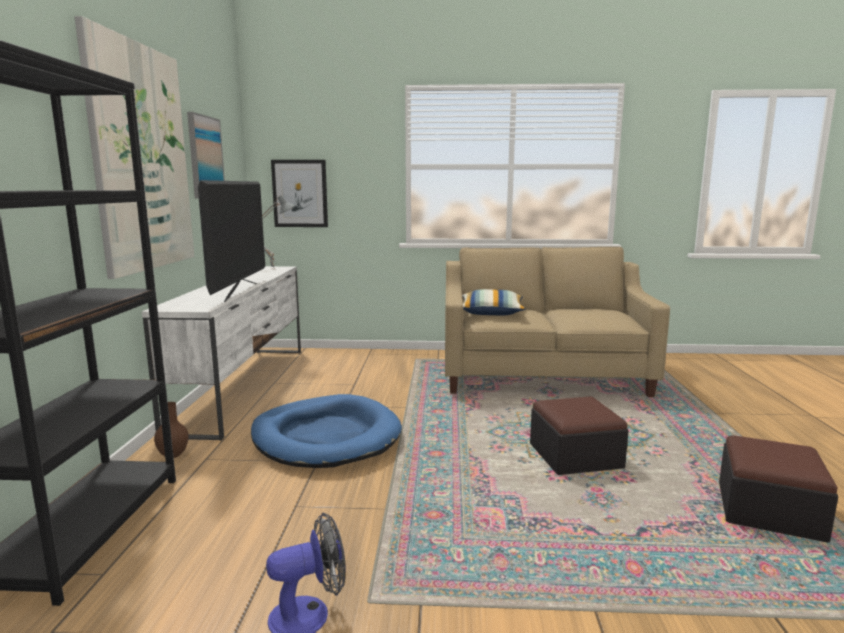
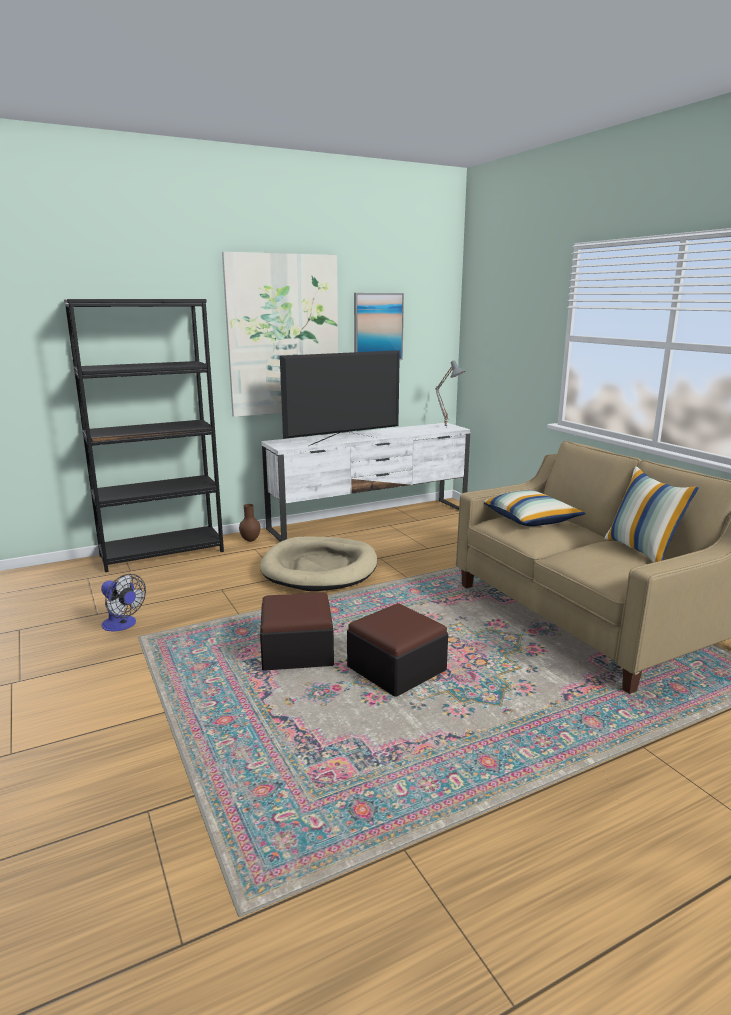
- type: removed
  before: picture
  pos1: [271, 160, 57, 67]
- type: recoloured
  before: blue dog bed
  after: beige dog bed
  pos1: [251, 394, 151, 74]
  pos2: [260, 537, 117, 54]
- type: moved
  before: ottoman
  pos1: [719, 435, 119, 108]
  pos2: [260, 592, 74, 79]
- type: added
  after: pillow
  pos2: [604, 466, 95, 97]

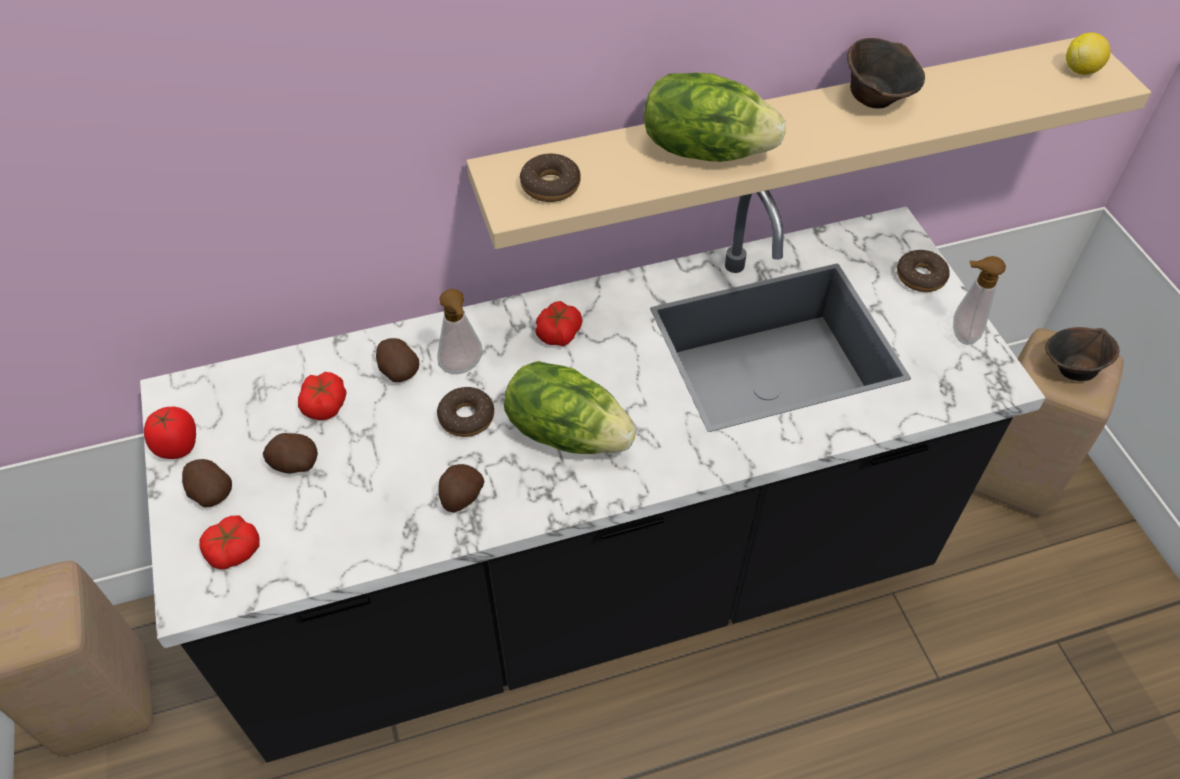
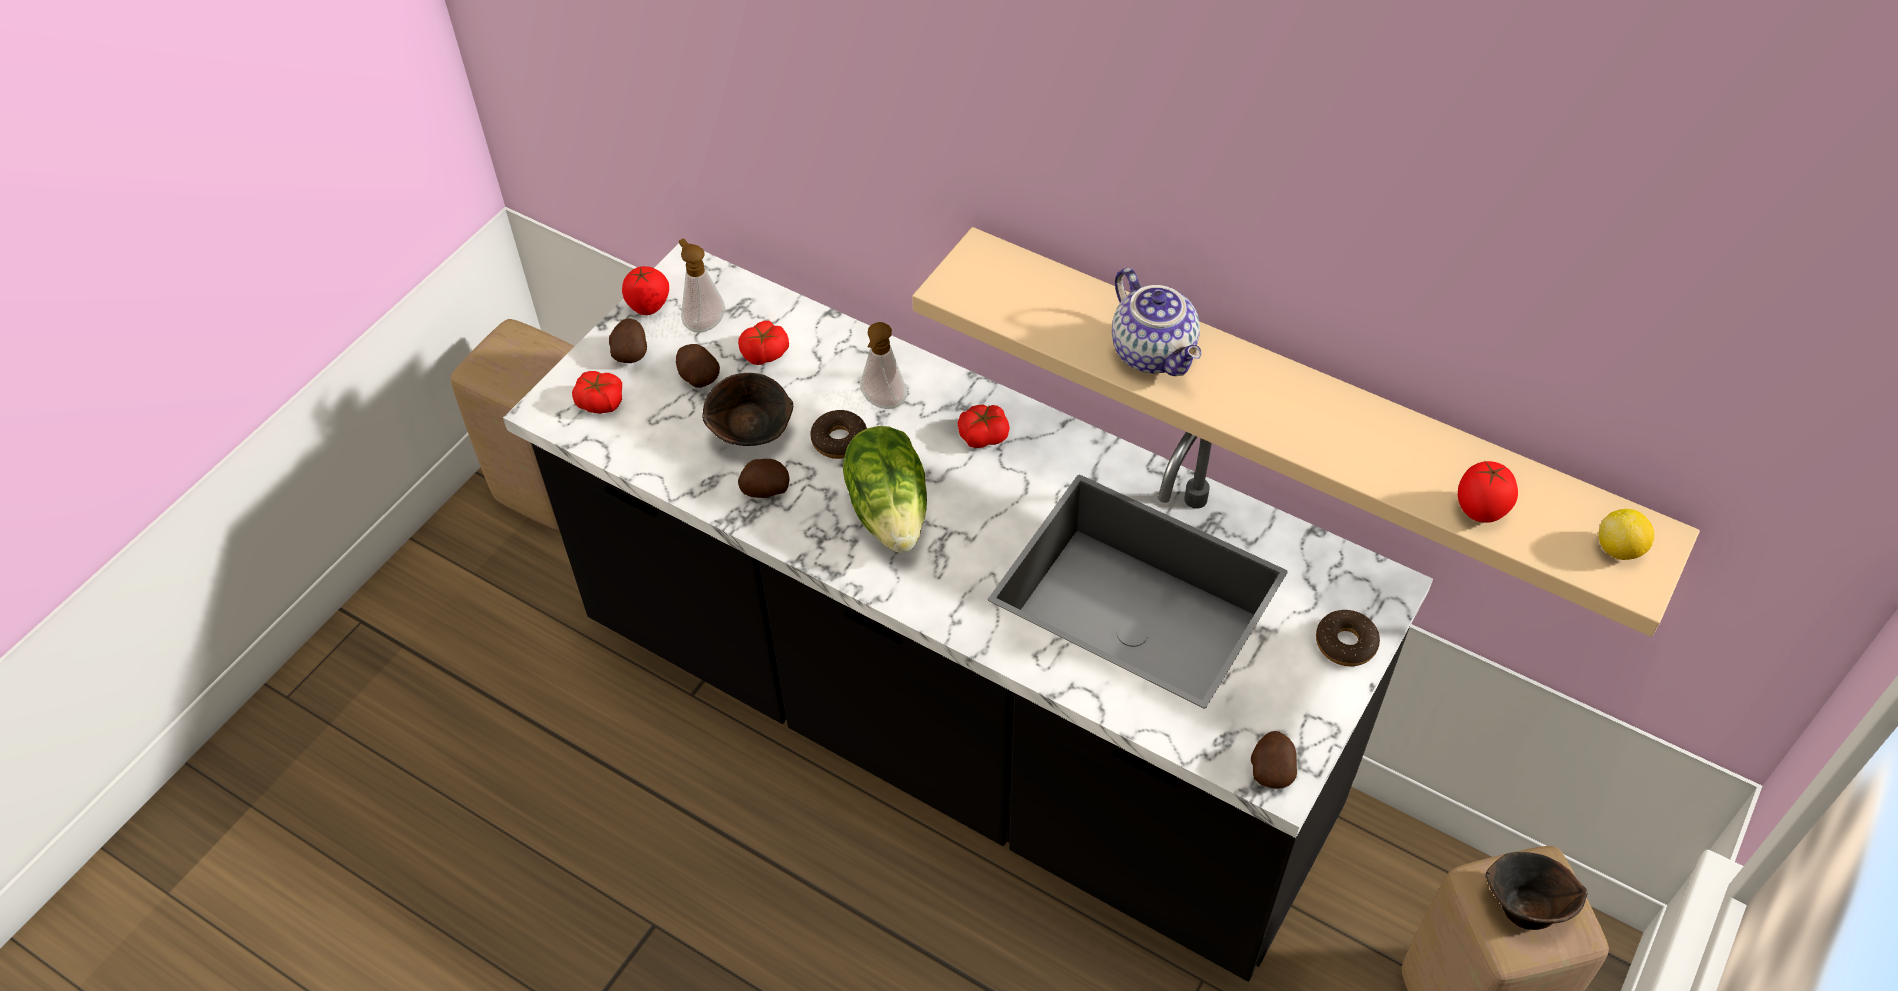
- type: moved
  before: brown bowl
  pos1: [847, 38, 78, 70]
  pos2: [702, 373, 91, 73]
- type: replaced
  before: lettuce
  after: teapot
  pos1: [644, 73, 142, 89]
  pos2: [1112, 268, 89, 108]
- type: removed
  before: donut
  pos1: [520, 154, 61, 48]
- type: moved
  before: soap dispenser
  pos1: [953, 256, 53, 89]
  pos2: [679, 239, 46, 94]
- type: moved
  before: potato
  pos1: [376, 338, 43, 44]
  pos2: [1251, 731, 46, 58]
- type: added
  after: tomato
  pos2: [1458, 460, 60, 63]

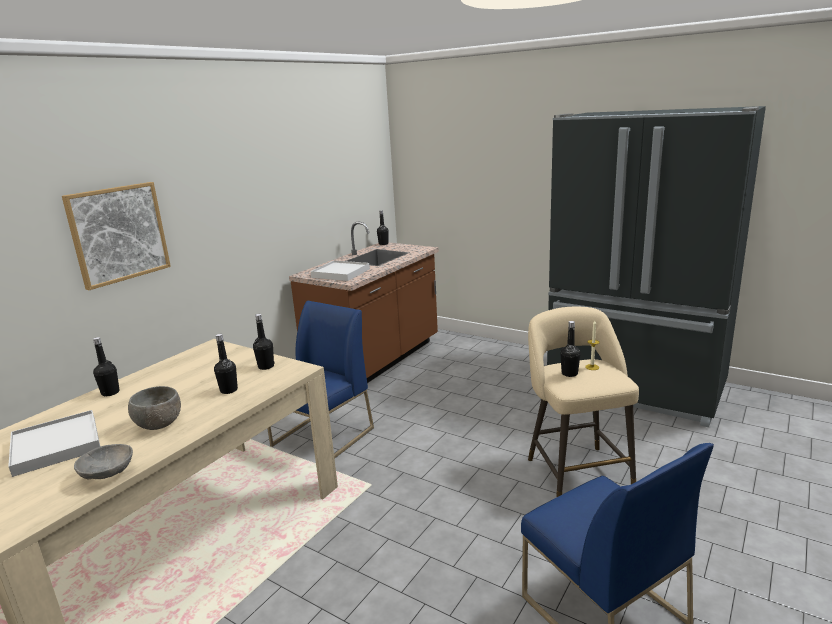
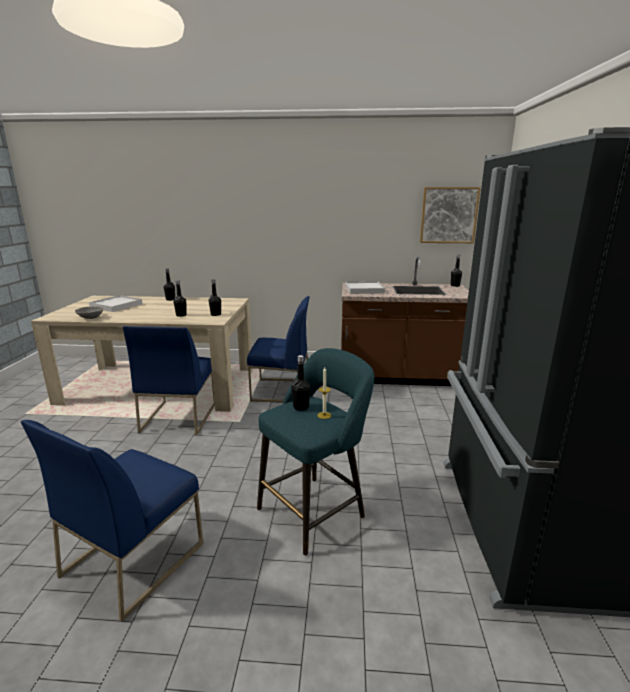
- type: moved
  before: picture
  pos1: [62, 182, 109, 108]
  pos2: [420, 187, 61, 56]
- type: recoloured
  before: beige stool
  after: turquoise stool
  pos1: [528, 307, 111, 190]
  pos2: [257, 348, 117, 208]
- type: removed
  before: grey bowl
  pos1: [128, 386, 53, 44]
- type: added
  after: blue chair
  pos2: [123, 326, 92, 109]

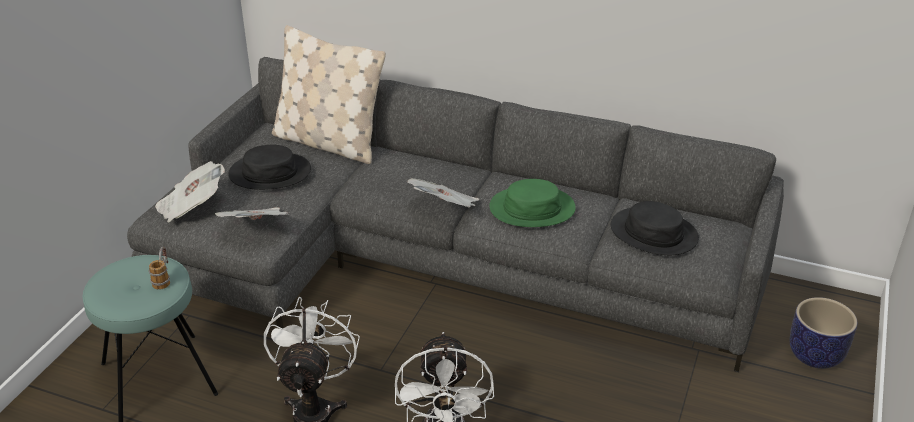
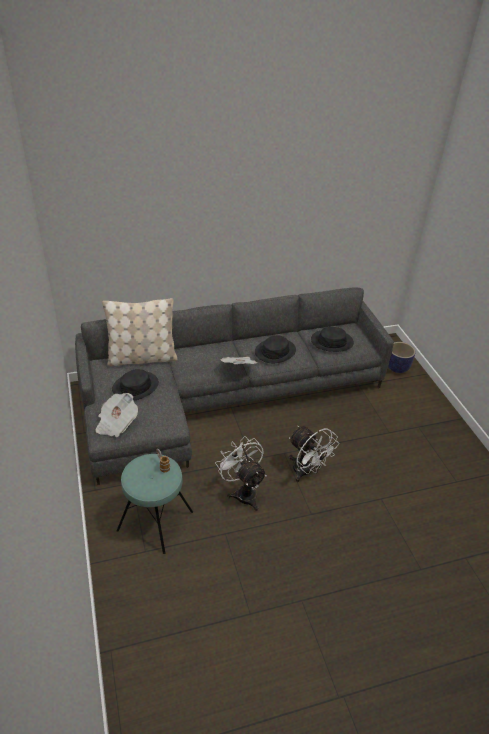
- type: recoloured
  before: green hat
  after: black hat
  pos1: [489, 179, 87, 48]
  pos2: [255, 335, 41, 28]
- type: removed
  before: newspaper
  pos1: [215, 207, 73, 13]

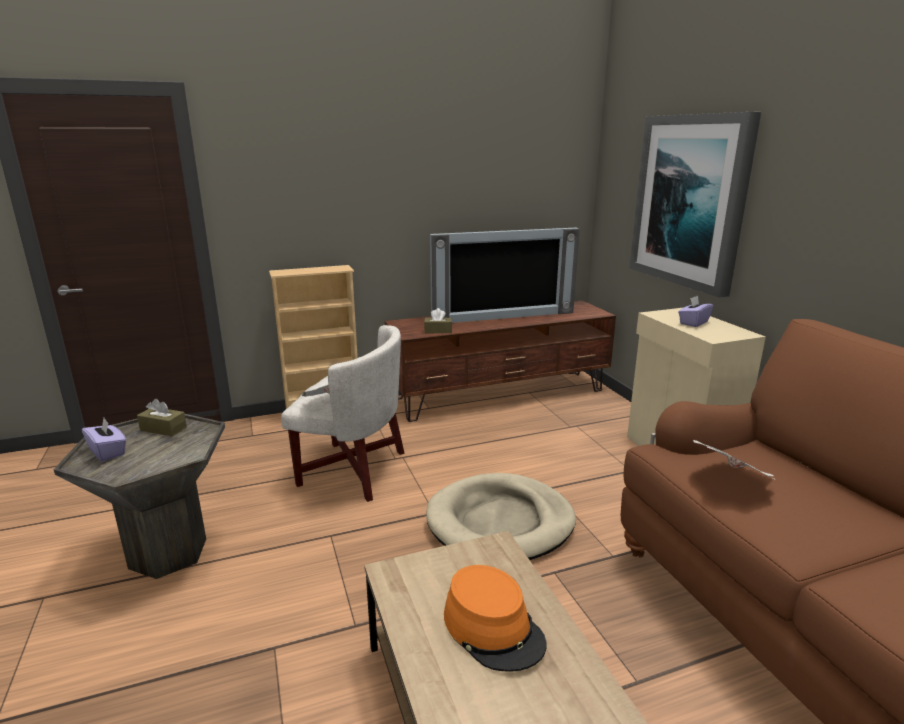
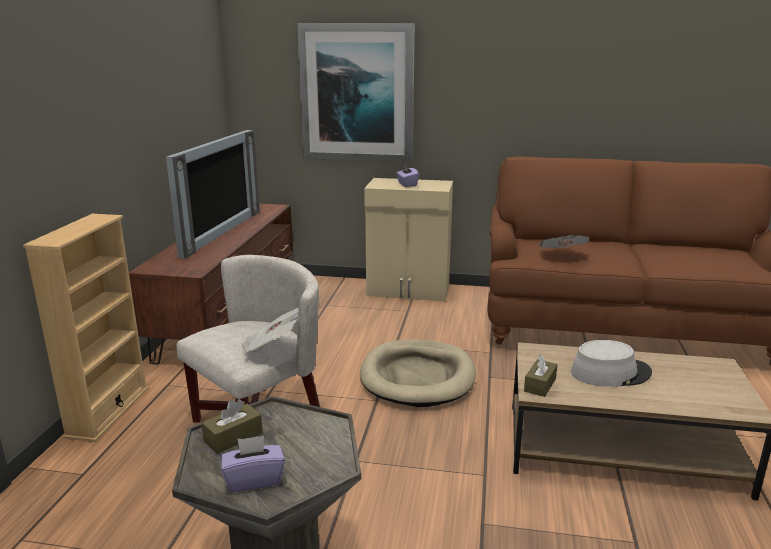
- type: moved
  before: brown tissue box
  pos1: [424, 308, 28, 25]
  pos2: [524, 354, 34, 43]
- type: recoloured
  before: orange hat
  after: grey hat
  pos1: [444, 565, 102, 107]
  pos2: [571, 340, 81, 47]

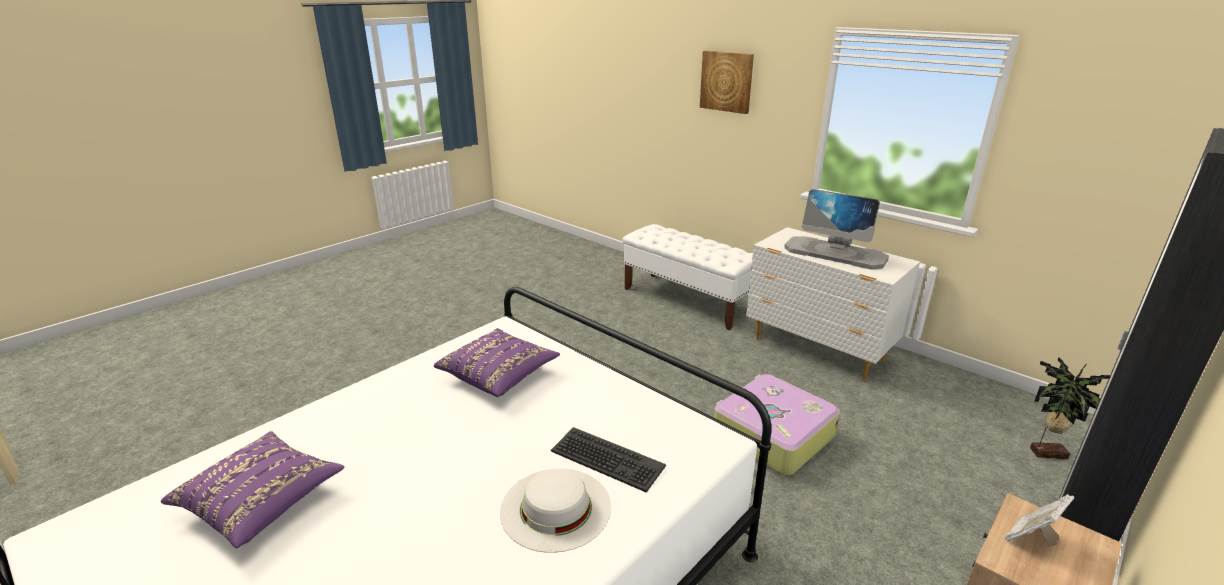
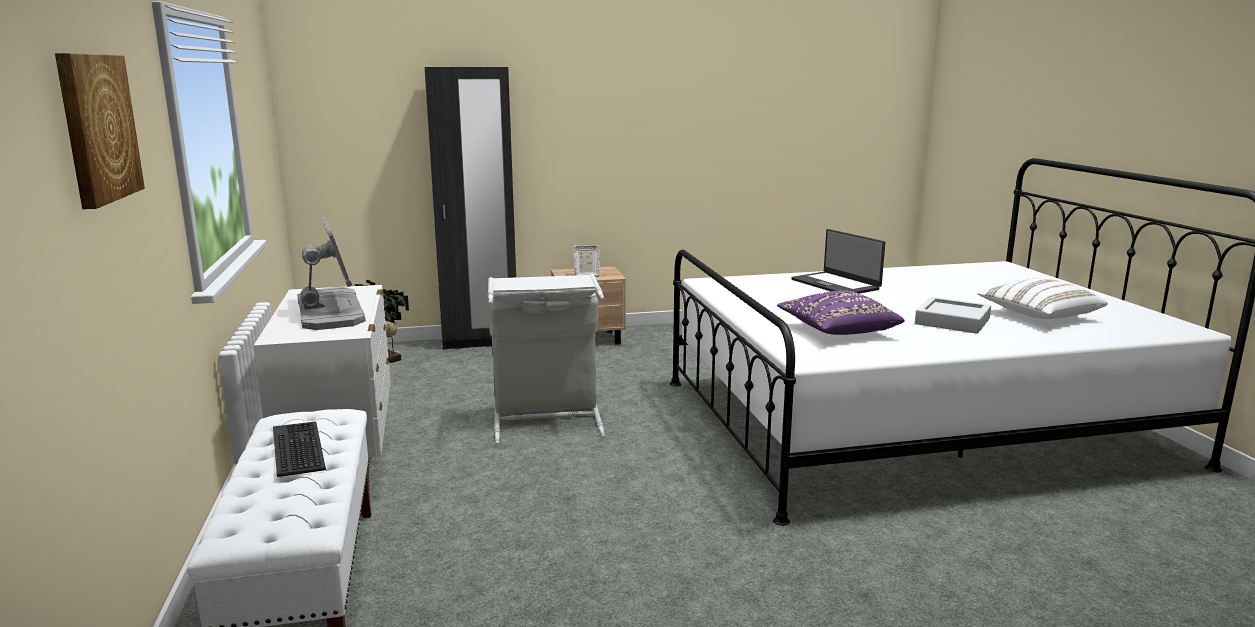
- type: replaced
  before: suitcase
  after: grey laundry basket
  pos1: [714, 374, 126, 102]
  pos2: [487, 274, 118, 171]
- type: moved
  before: keyboard
  pos1: [551, 427, 115, 66]
  pos2: [273, 421, 53, 56]
- type: recoloured
  before: purple pillow
  after: white pillow
  pos1: [161, 431, 183, 117]
  pos2: [977, 278, 131, 41]
- type: replaced
  before: white hat
  after: laptop
  pos1: [500, 469, 111, 84]
  pos2: [792, 229, 93, 65]
- type: added
  after: grey tray
  pos2: [915, 297, 76, 36]

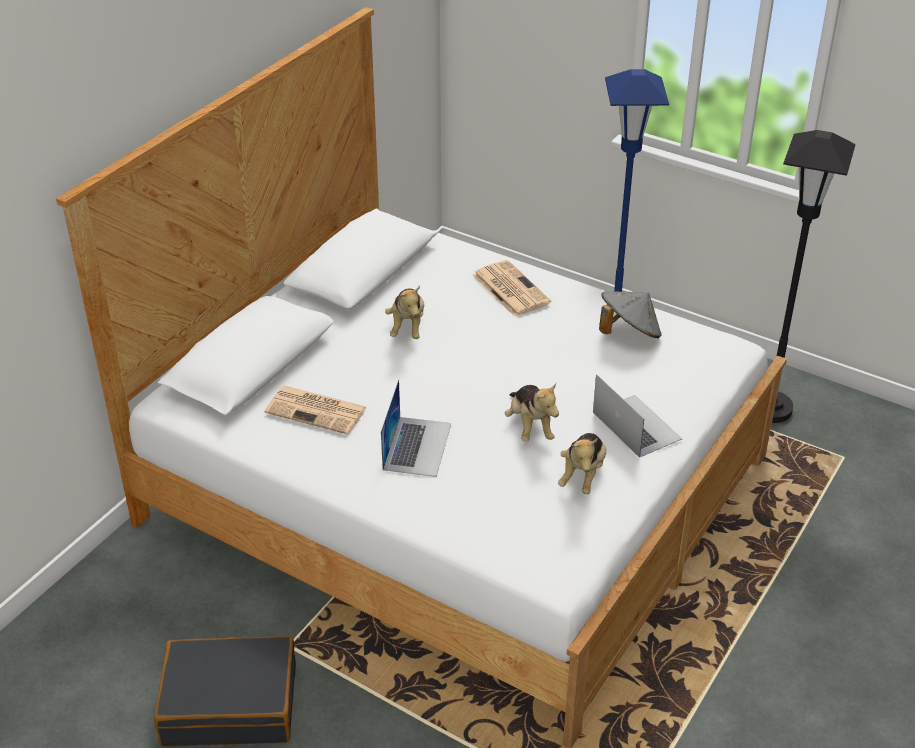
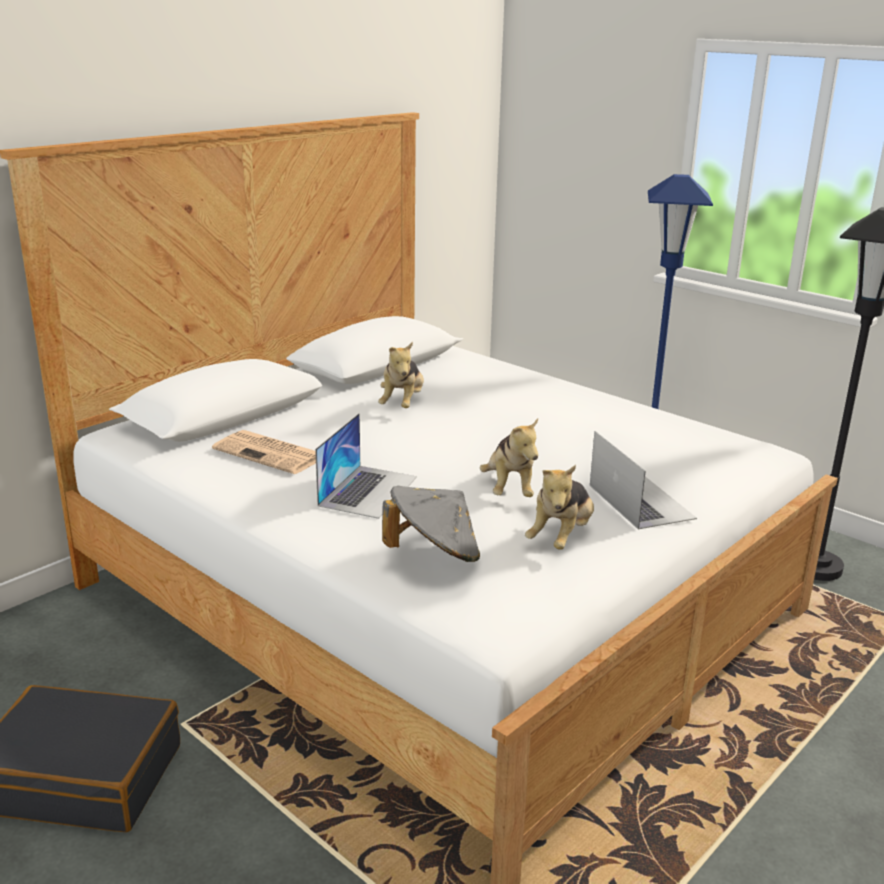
- type: removed
  before: newspaper
  pos1: [473, 260, 78, 57]
- type: moved
  before: grey hat
  pos1: [599, 291, 63, 47]
  pos2: [382, 486, 98, 76]

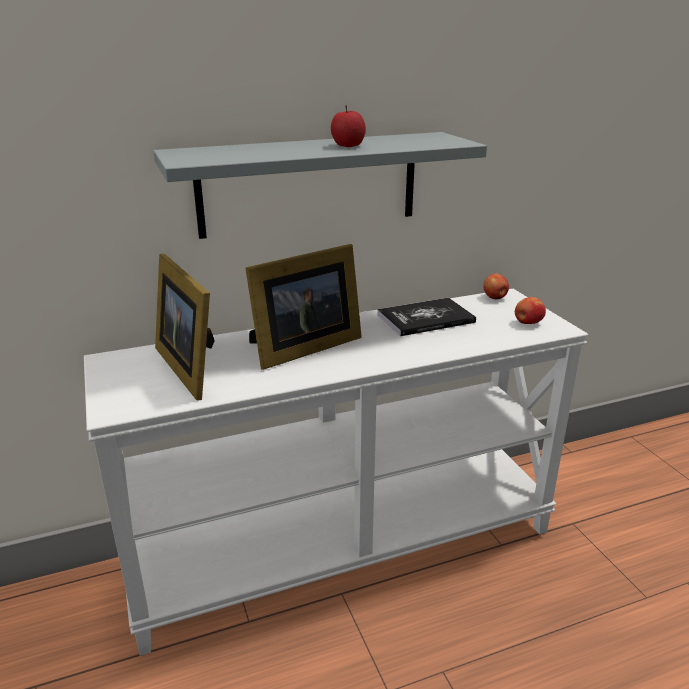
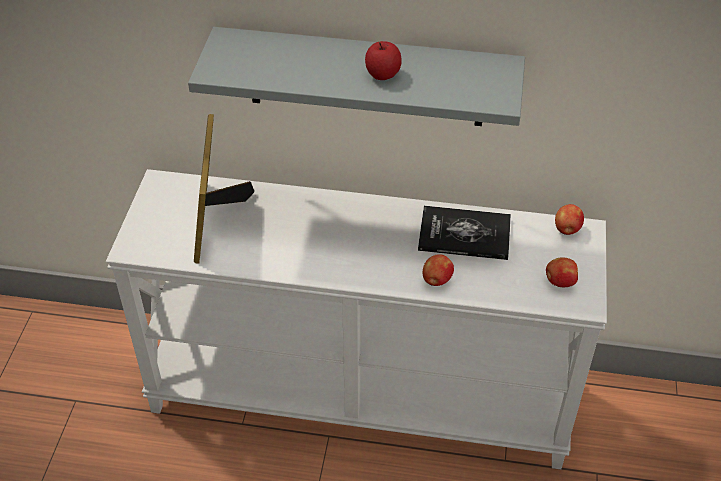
- type: removed
  before: picture frame
  pos1: [245, 244, 117, 126]
- type: added
  after: apple
  pos2: [423, 254, 31, 32]

